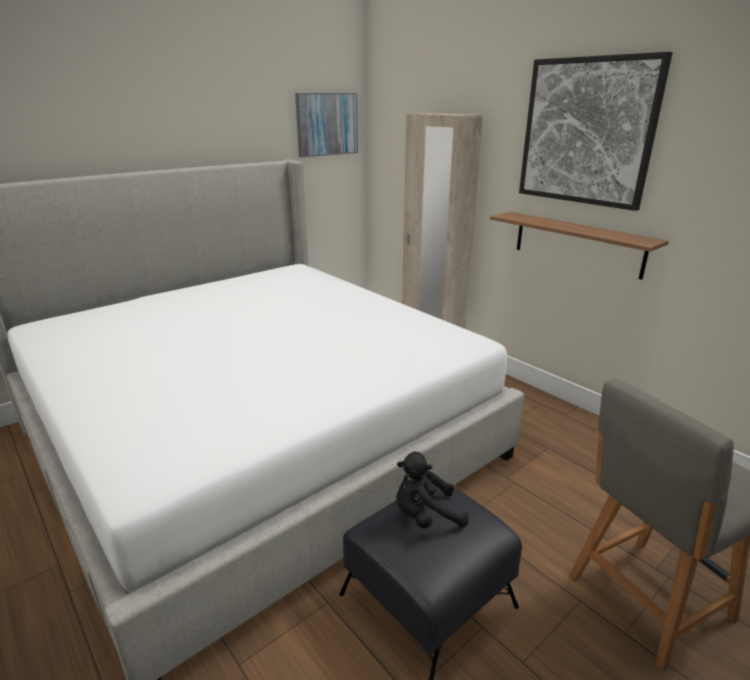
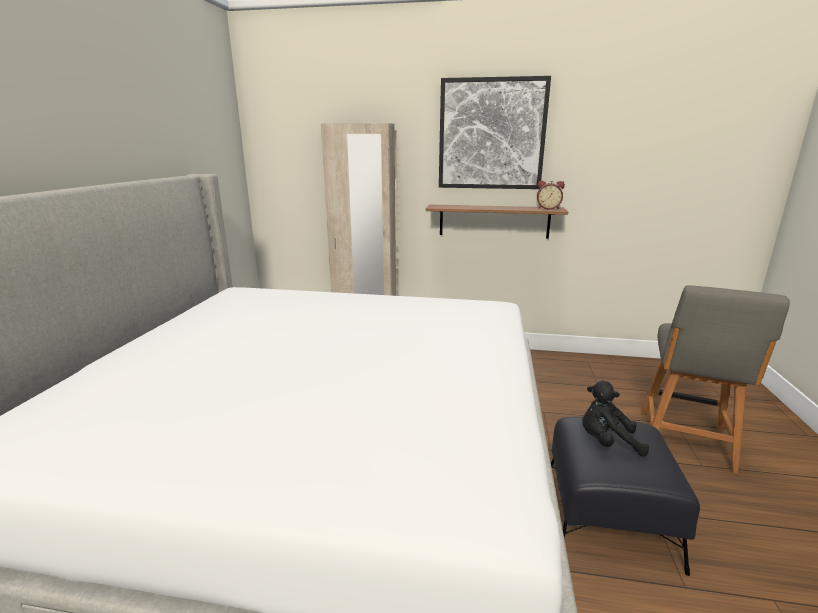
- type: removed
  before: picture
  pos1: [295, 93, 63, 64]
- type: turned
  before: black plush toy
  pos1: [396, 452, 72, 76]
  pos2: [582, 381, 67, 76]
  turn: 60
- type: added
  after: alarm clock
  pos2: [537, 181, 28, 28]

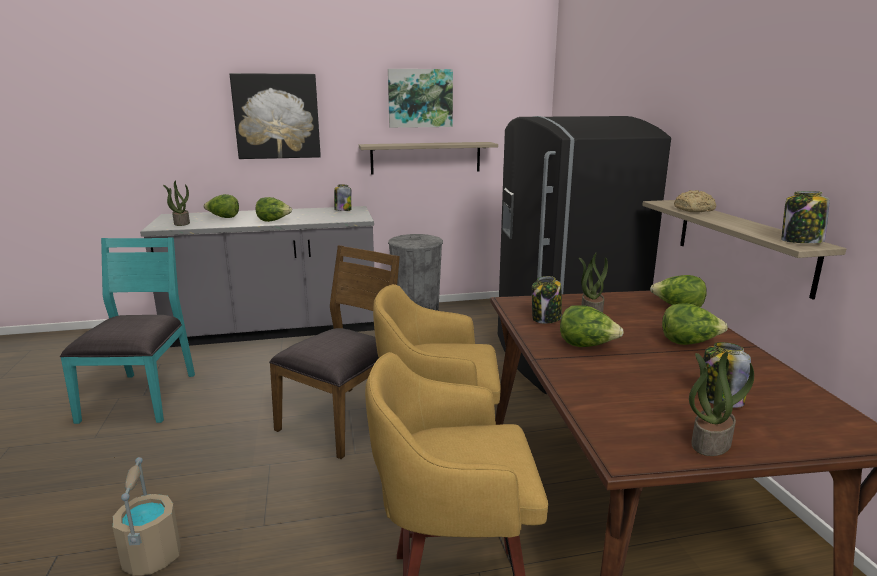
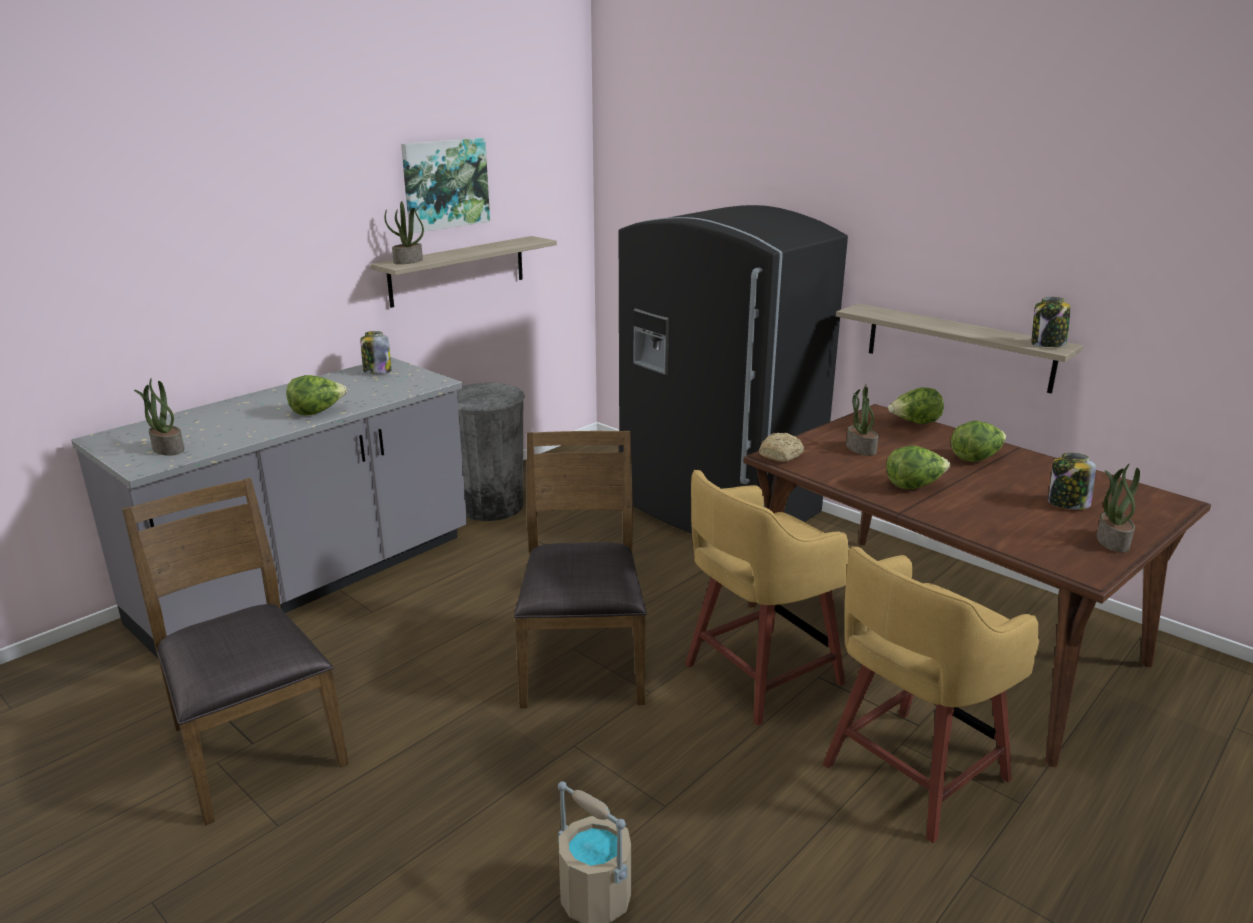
- type: removed
  before: picture
  pos1: [230, 73, 91, 86]
- type: moved
  before: bread
  pos1: [674, 190, 42, 22]
  pos2: [759, 433, 45, 29]
- type: removed
  before: lettuce
  pos1: [203, 194, 36, 24]
- type: recoloured
  before: turquoise chair
  after: brown chair
  pos1: [60, 238, 135, 186]
  pos2: [122, 478, 227, 348]
- type: removed
  before: jar
  pos1: [532, 276, 30, 48]
- type: added
  after: potted plant
  pos2: [384, 201, 40, 63]

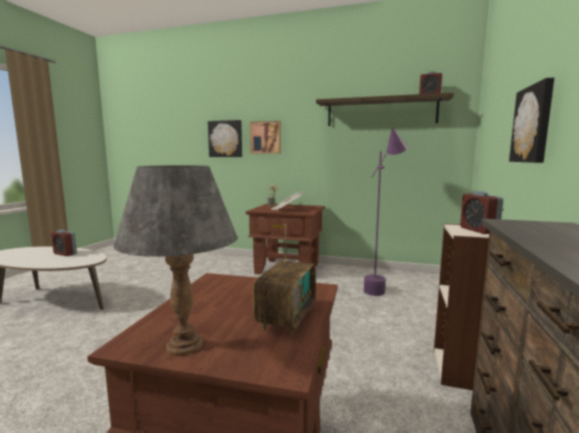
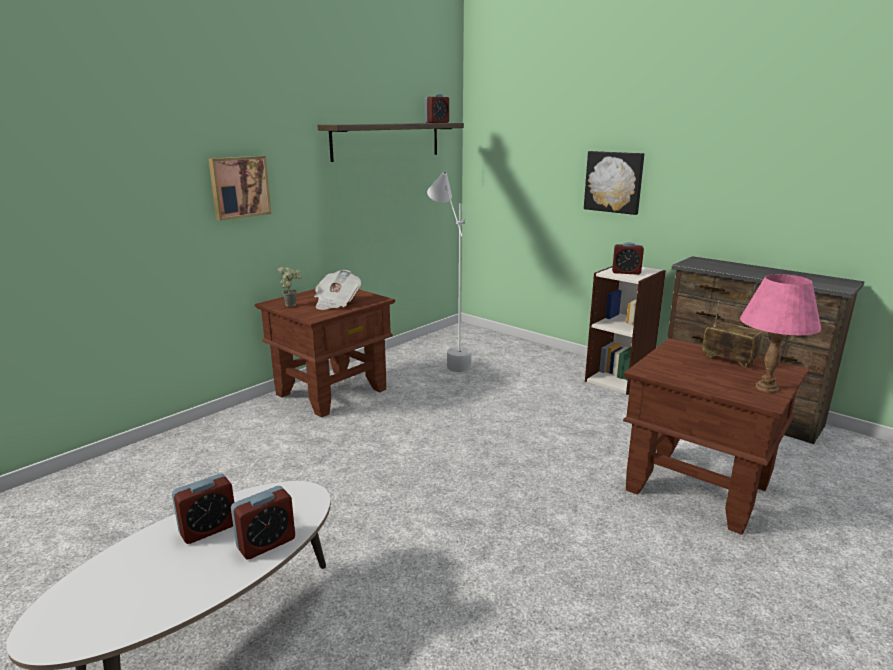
- type: removed
  before: picture
  pos1: [208, 120, 34, 37]
- type: recoloured
  before: purple floor lamp
  after: white floor lamp
  pos1: [364, 127, 44, 169]
  pos2: [427, 170, 44, 202]
- type: recoloured
  before: grey table lamp
  after: pink table lamp
  pos1: [113, 165, 124, 191]
  pos2: [740, 274, 81, 119]
- type: added
  after: alarm clock
  pos2: [231, 486, 64, 73]

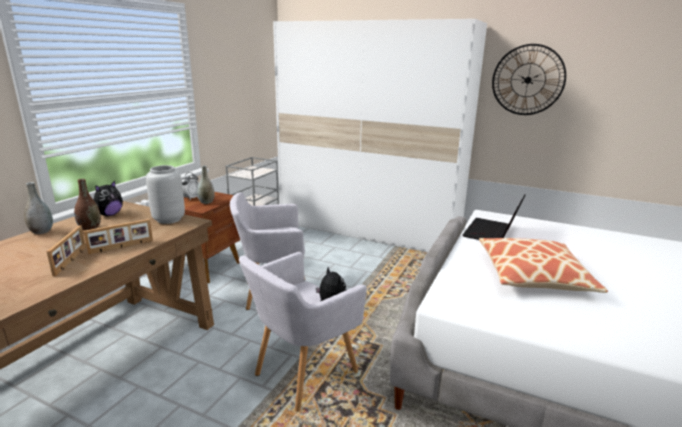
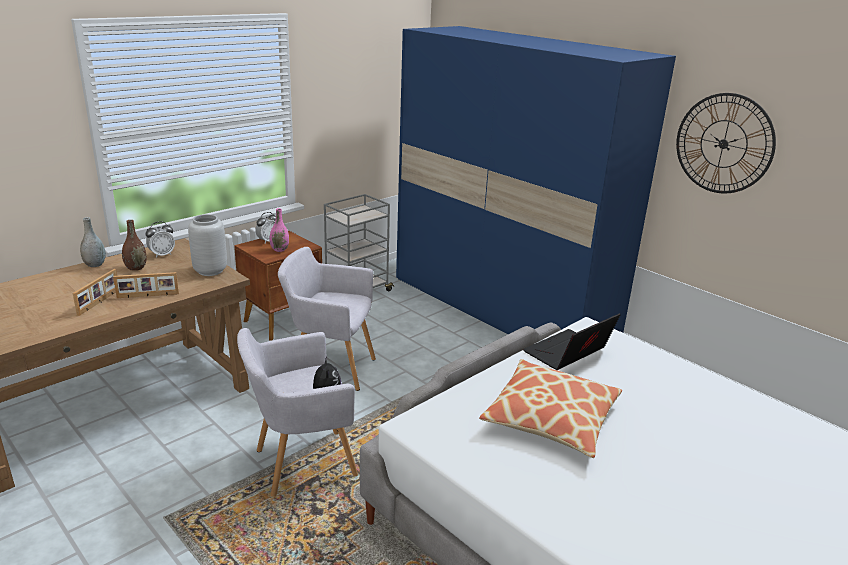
- type: recoloured
  before: white wardrobe
  after: blue wardrobe
  pos1: [273, 19, 214, 233]
  pos2: [396, 26, 280, 308]
- type: recoloured
  before: grey vase
  after: pink vase
  pos1: [197, 166, 18, 38]
  pos2: [269, 208, 20, 44]
- type: replaced
  before: plush toy
  after: alarm clock
  pos1: [94, 181, 29, 35]
  pos2: [146, 222, 29, 36]

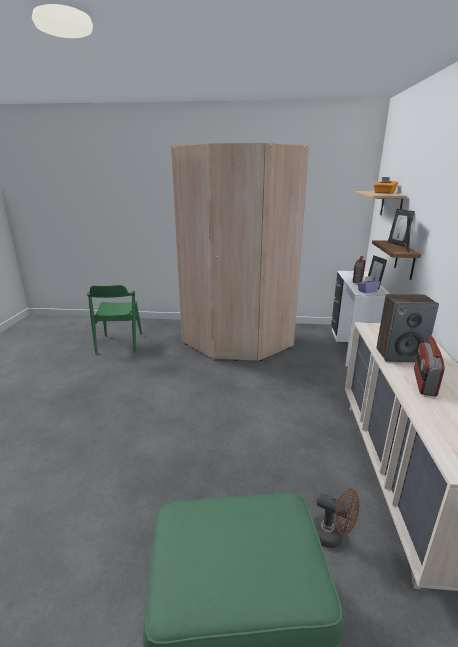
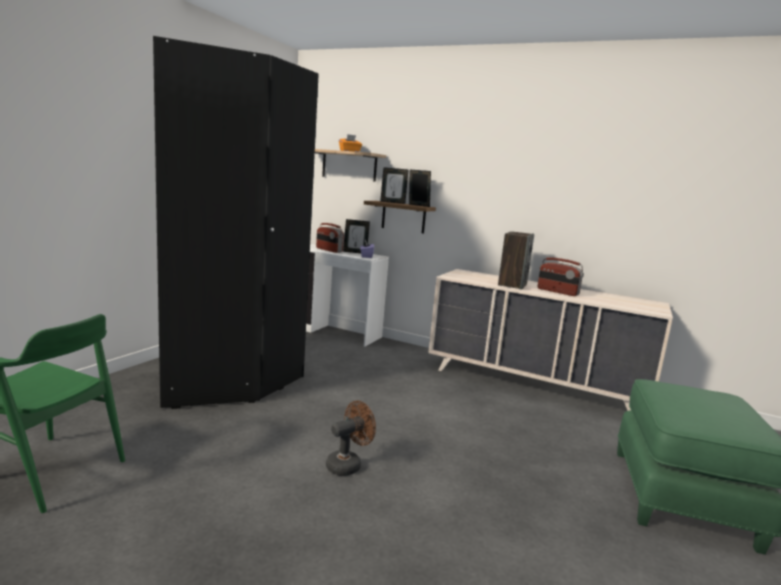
- type: recoloured
  before: beige wardrobe
  after: black wardrobe
  pos1: [171, 143, 138, 218]
  pos2: [153, 36, 166, 373]
- type: moved
  before: brown fan
  pos1: [313, 488, 47, 60]
  pos2: [326, 401, 50, 75]

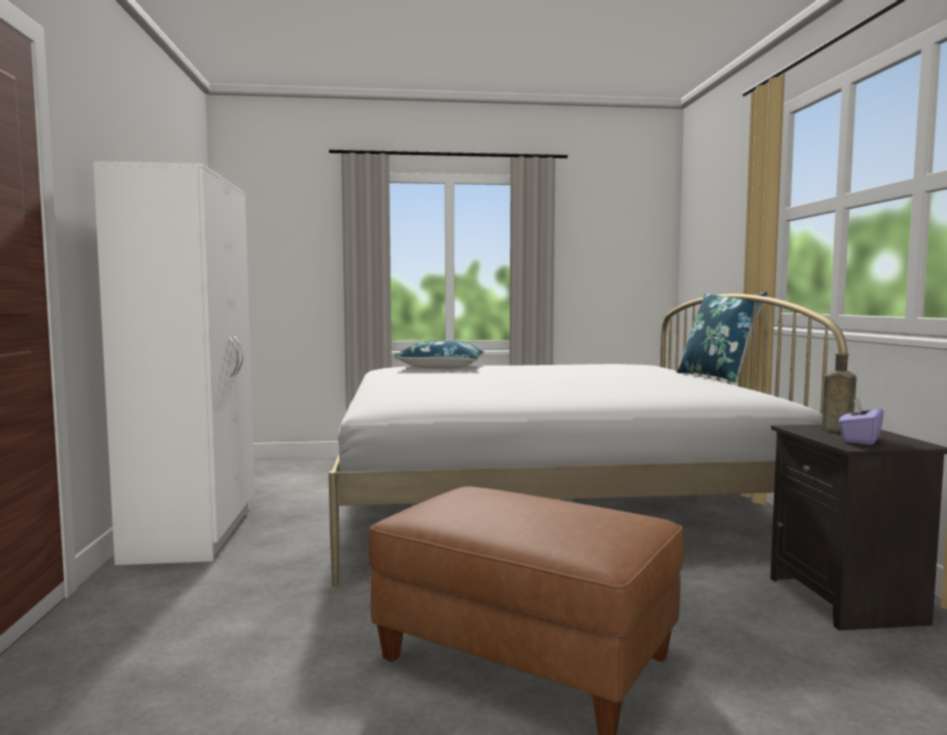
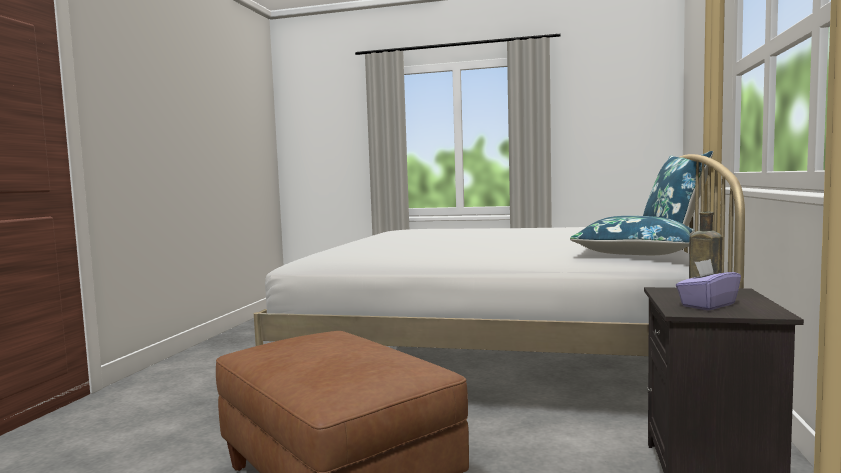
- type: removed
  before: white wardrobe
  pos1: [93, 161, 162, 404]
- type: moved
  before: blue pillow
  pos1: [394, 340, 90, 29]
  pos2: [570, 216, 124, 39]

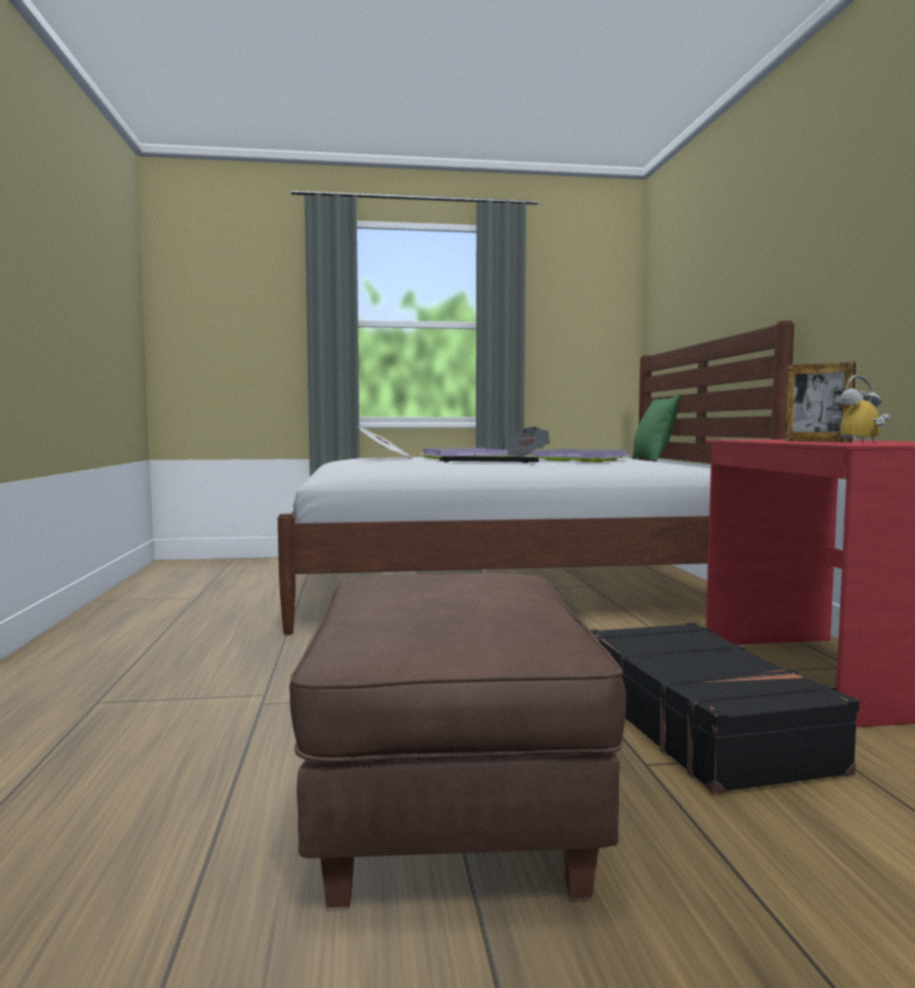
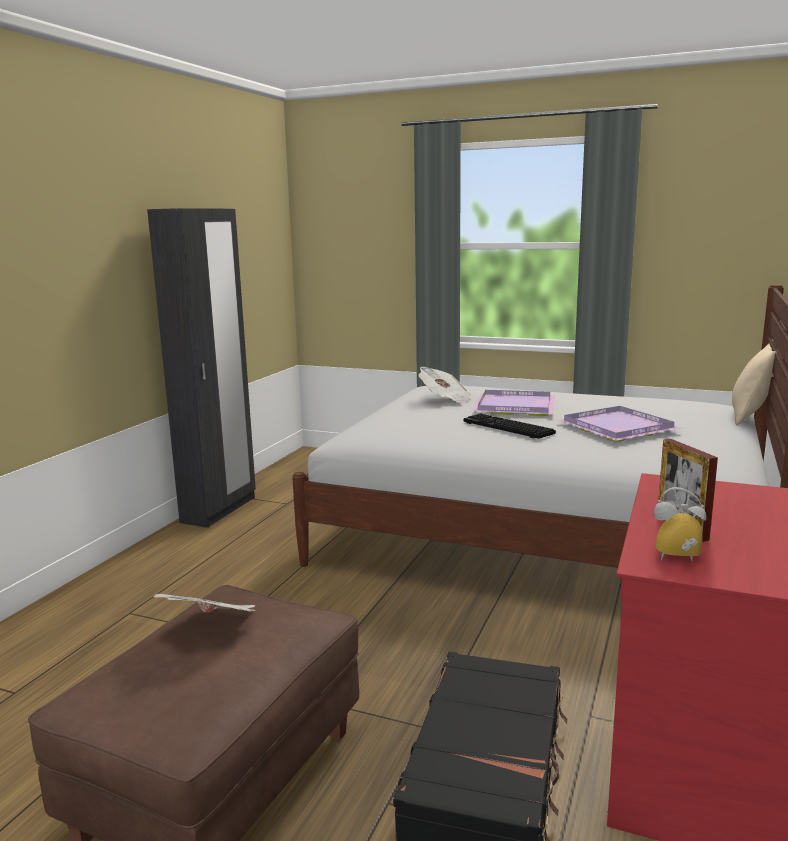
- type: recoloured
  before: green pillow
  after: beige pillow
  pos1: [632, 394, 49, 68]
  pos2: [732, 339, 45, 87]
- type: moved
  before: newspaper
  pos1: [501, 427, 49, 29]
  pos2: [154, 594, 102, 19]
- type: added
  after: black wardrobe
  pos2: [147, 208, 109, 320]

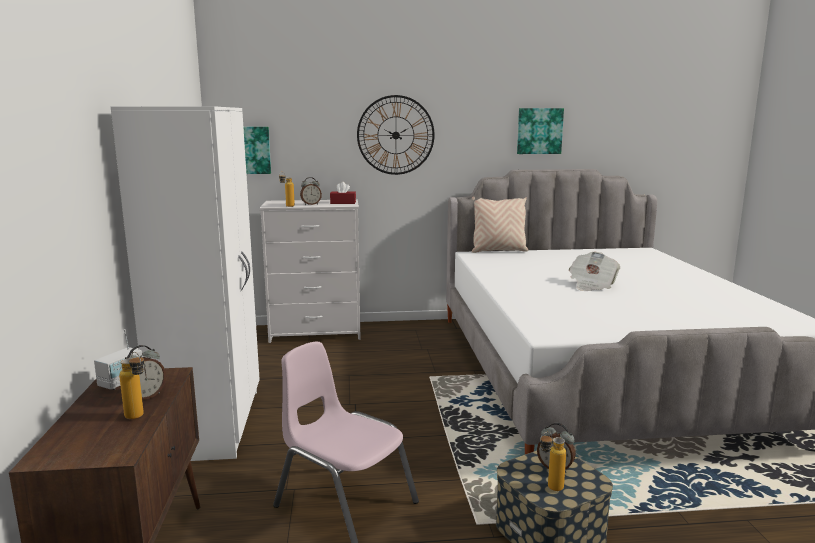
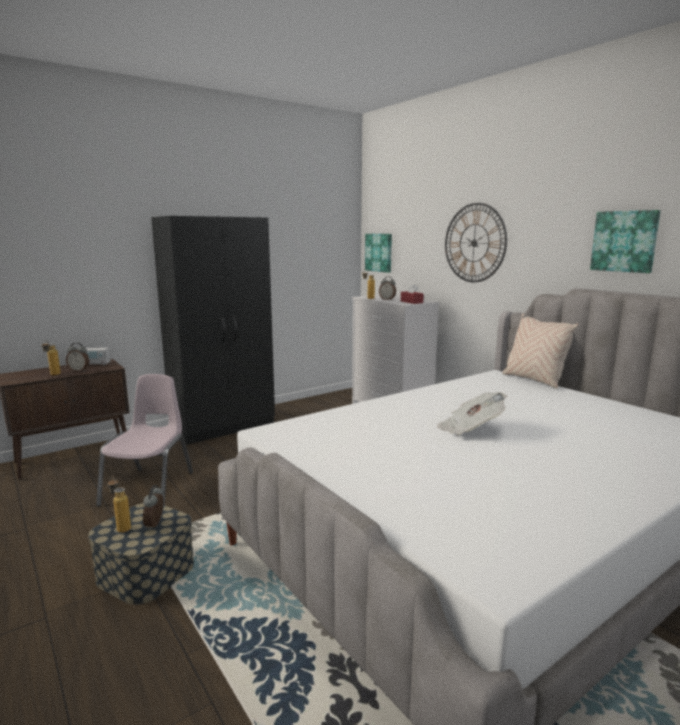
- type: recoloured
  before: white wardrobe
  after: black wardrobe
  pos1: [111, 106, 149, 355]
  pos2: [151, 216, 124, 229]

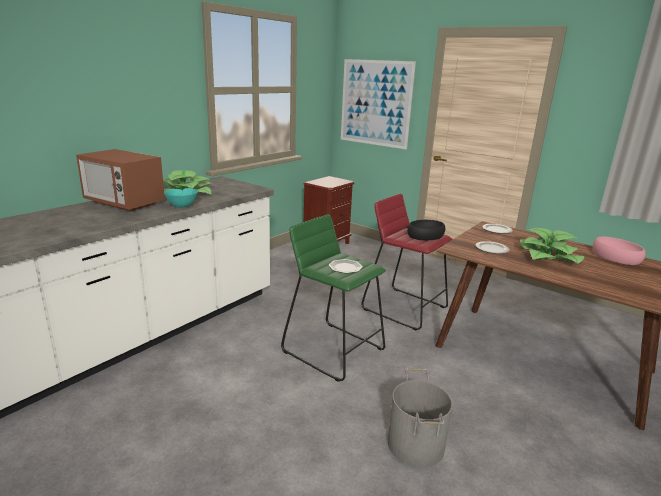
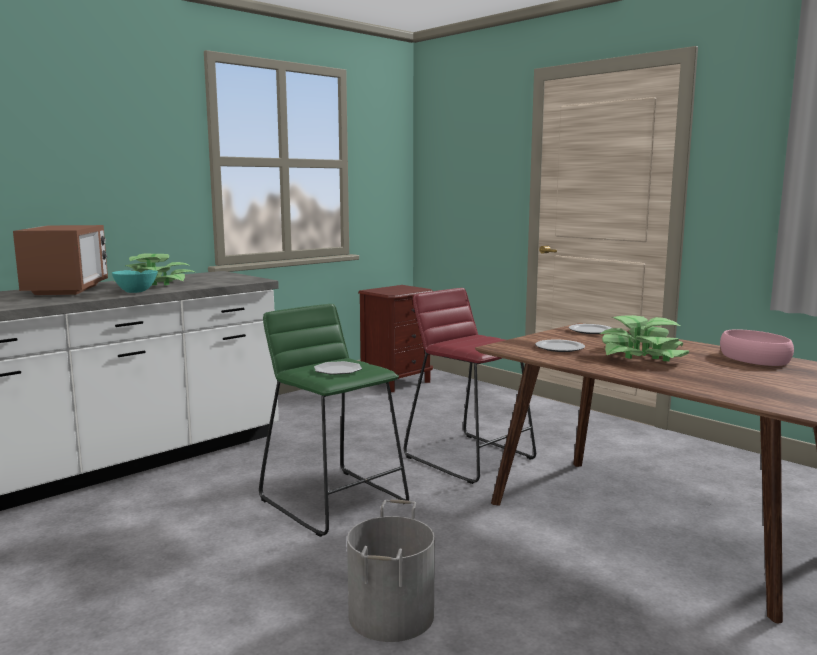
- type: removed
  before: picture
  pos1: [341, 59, 75, 90]
- type: turned
  before: microwave
  pos1: [76, 149, 89, 62]
  pos2: [13, 225, 95, 71]
  turn: -135
- type: removed
  before: black bowl
  pos1: [407, 220, 38, 20]

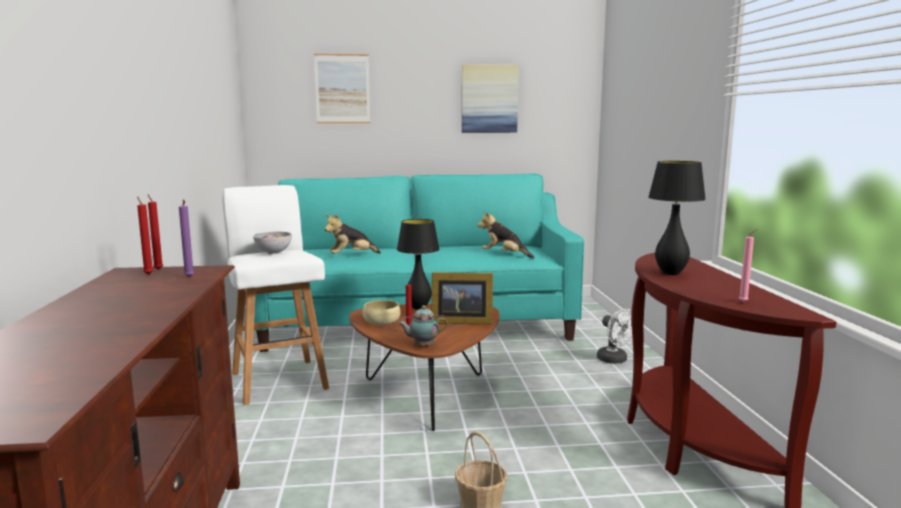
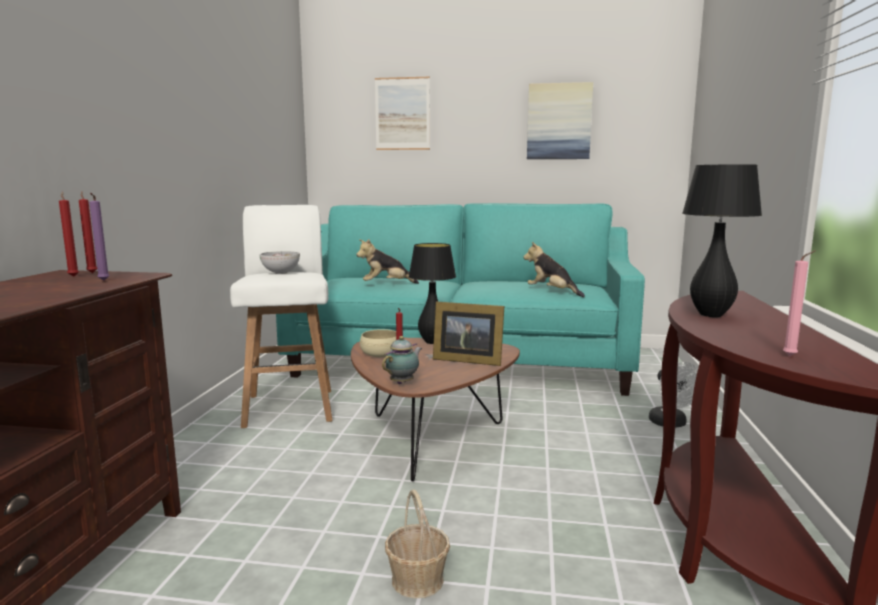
- type: turned
  before: teapot
  pos1: [398, 305, 50, 42]
  pos2: [382, 336, 40, 48]
  turn: 120

